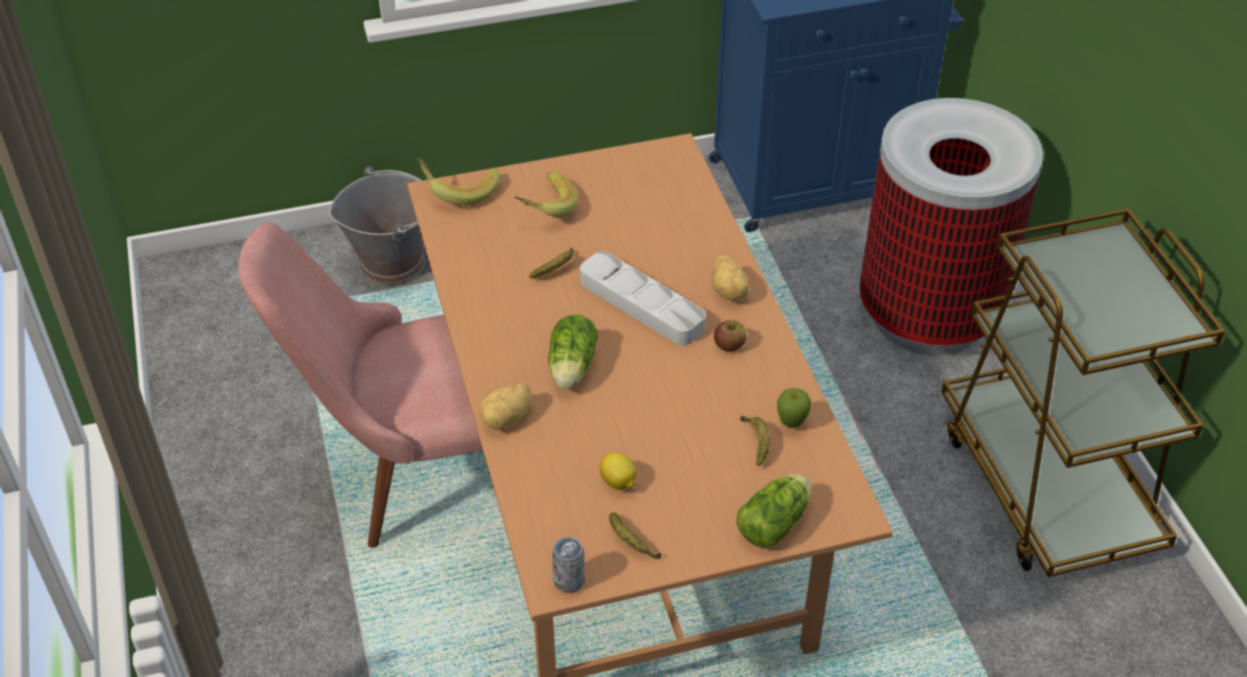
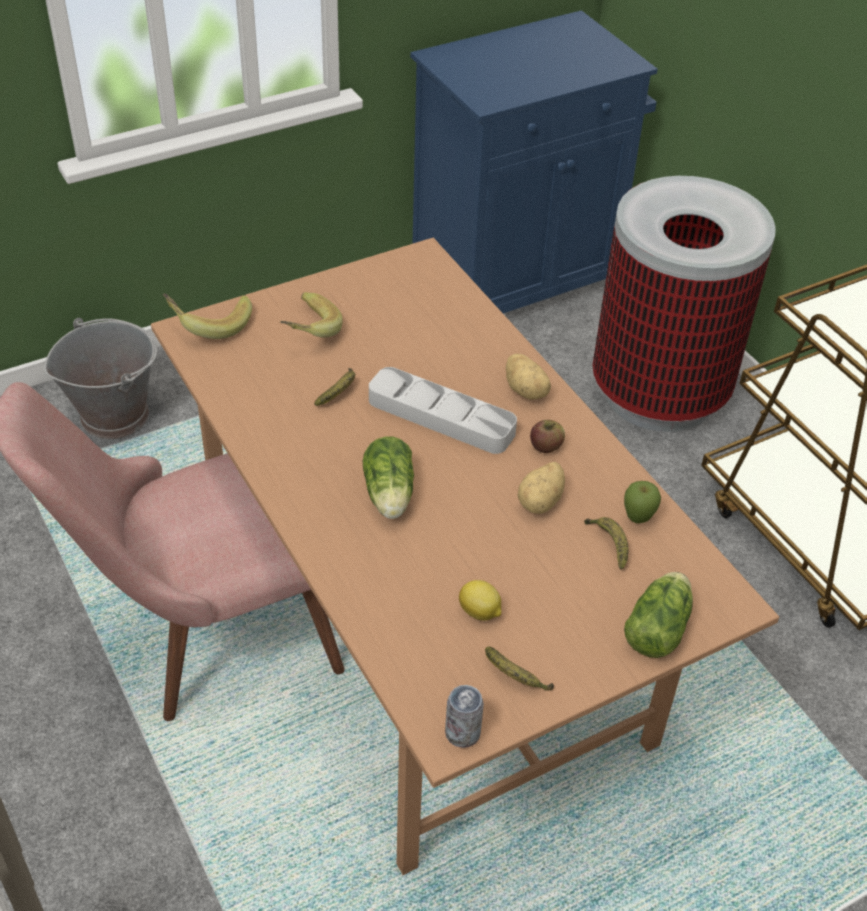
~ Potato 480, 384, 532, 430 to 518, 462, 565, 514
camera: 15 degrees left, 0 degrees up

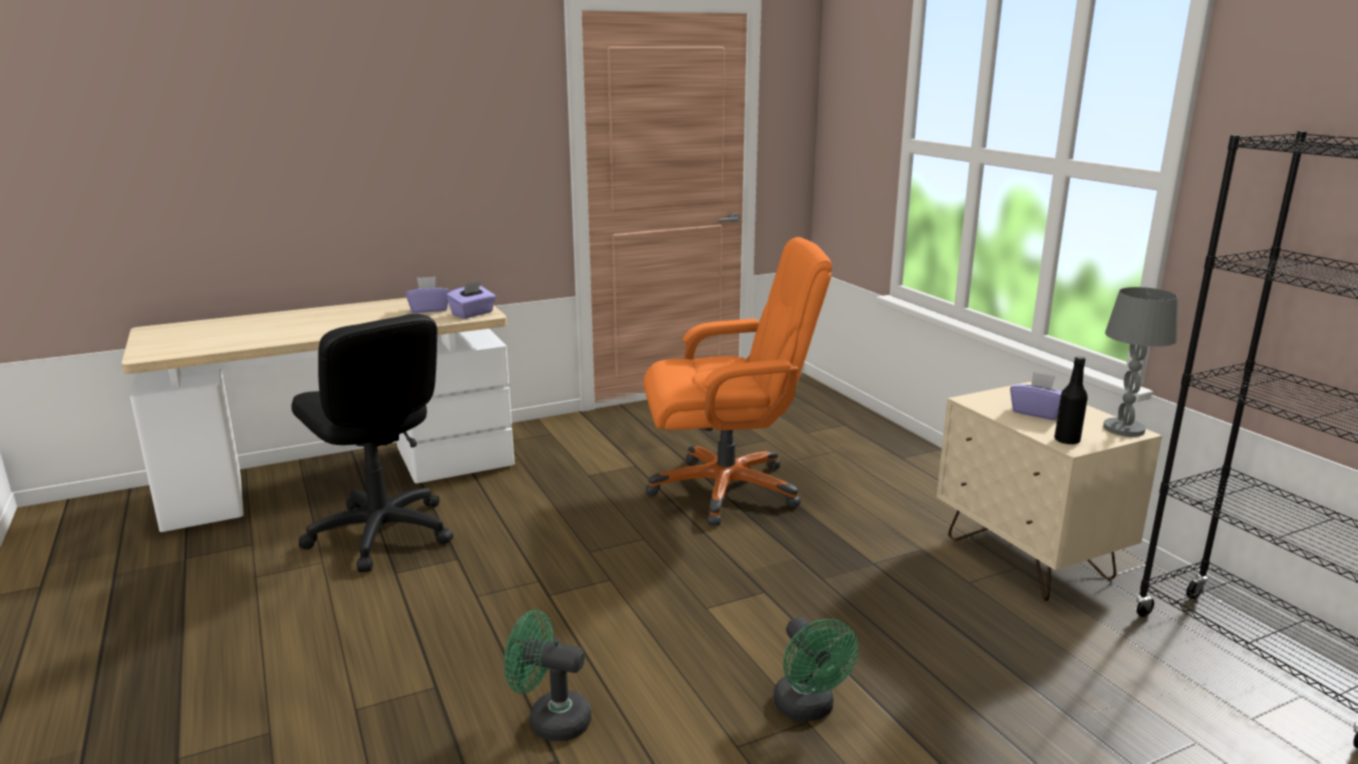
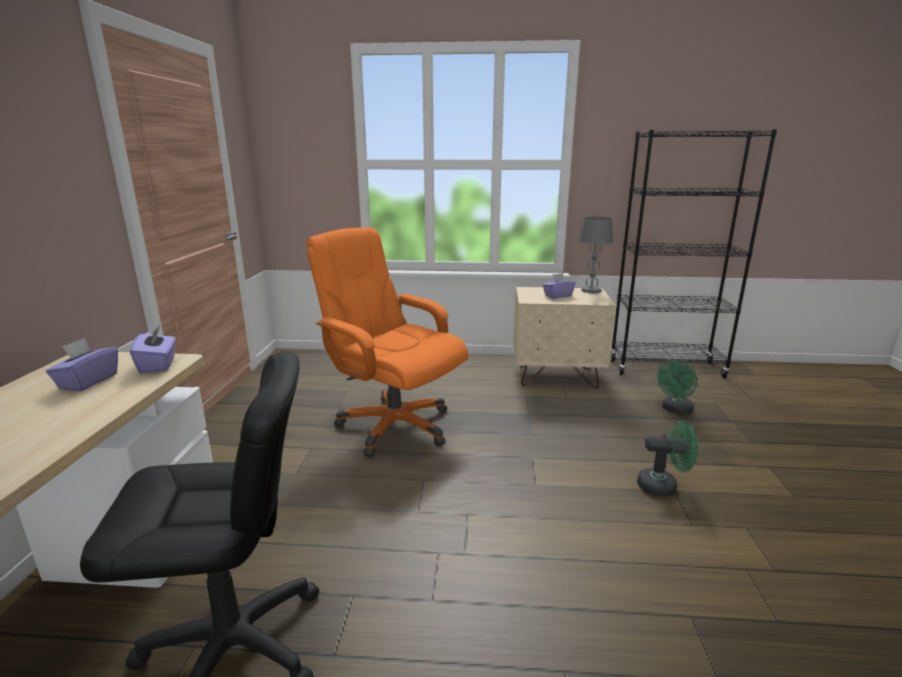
~ OrangeOfficeChair 644, 237, 832, 526 = 306, 227, 468, 457 75 degrees counterclockwise
~ GreenFan 504, 610, 591, 741 to 657, 360, 698, 415
- BlackBottle 1054, 356, 1088, 445
camera: 60 degrees left, 0 degrees up

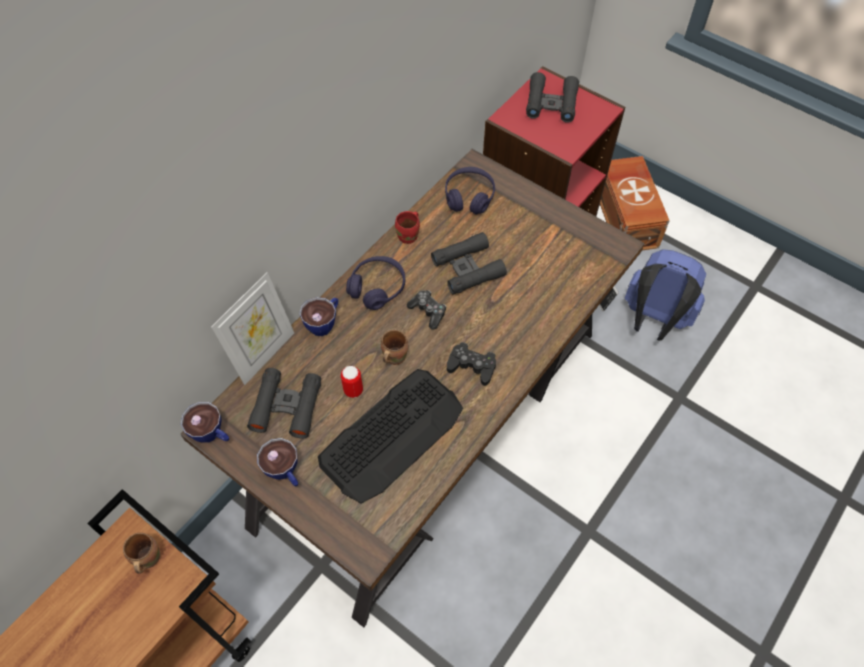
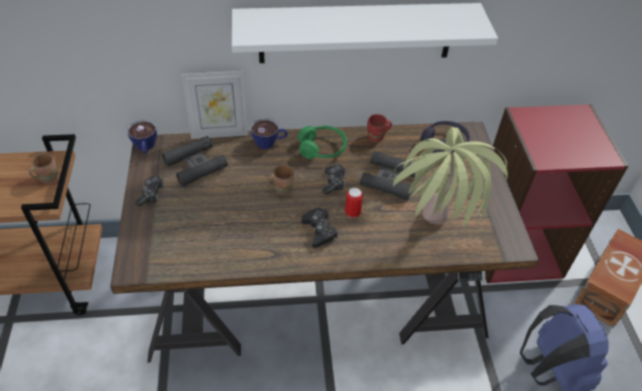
~ Cup 257, 438, 298, 487 to GameController 135, 176, 164, 206
+ WhiteShelf 232, 3, 498, 63
~ PurpleHeadphones 346, 256, 405, 310 to GreenHeadphones 298, 125, 347, 159
~ Can 341, 366, 363, 398 to 345, 188, 363, 218
+ PottedPlant 393, 127, 508, 228
- Keyboard 318, 369, 463, 504
- BlackBinoculars 526, 72, 579, 123
camera: 45 degrees right, 10 degrees down

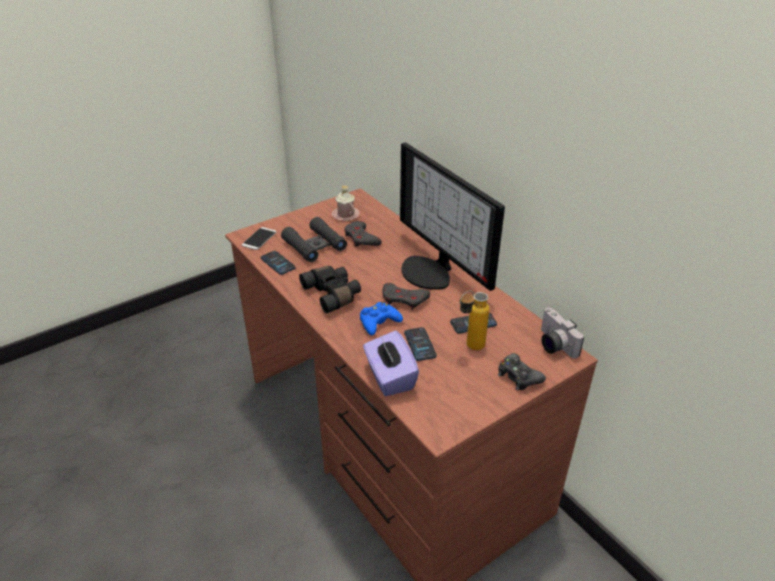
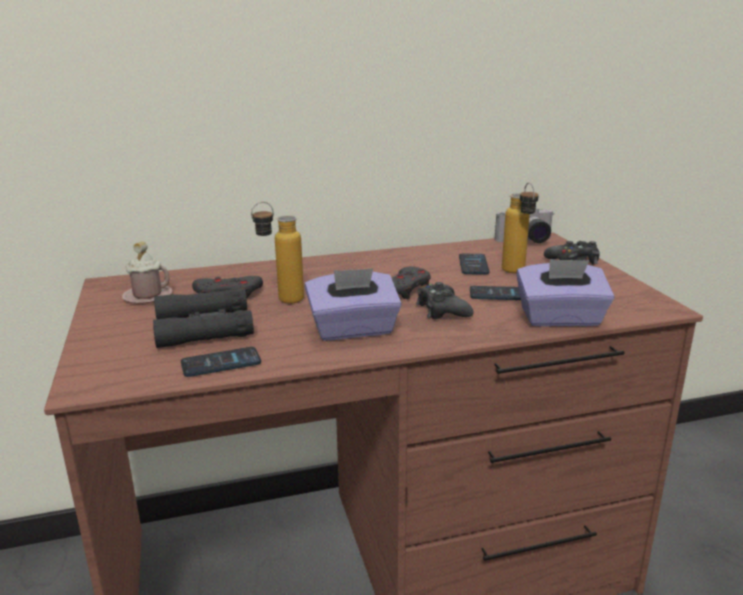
+ Bottle 251, 202, 304, 304
~ BlackBinoculars 299, 266, 361, 313 to PurpleTissueBox 305, 268, 402, 341
~ BlueGameController 360, 301, 403, 335 to BlackGameController 416, 282, 474, 319
- Phone 242, 227, 276, 250
- Monitor 400, 142, 505, 291
camera: 70 degrees left, 15 degrees down

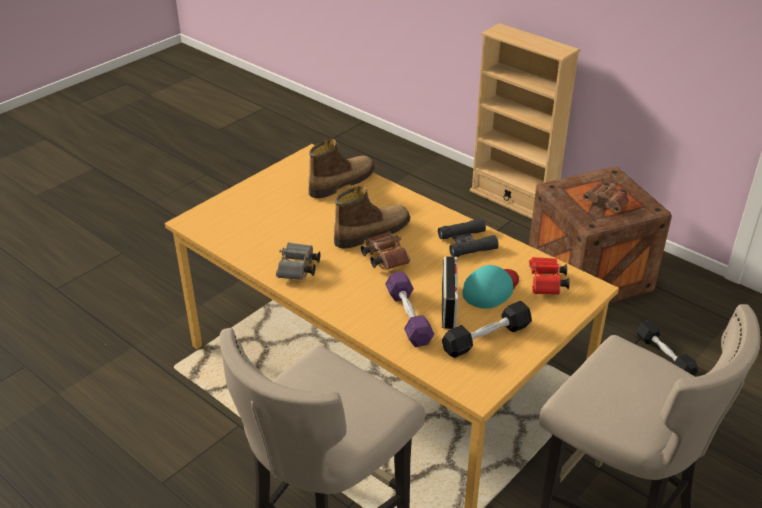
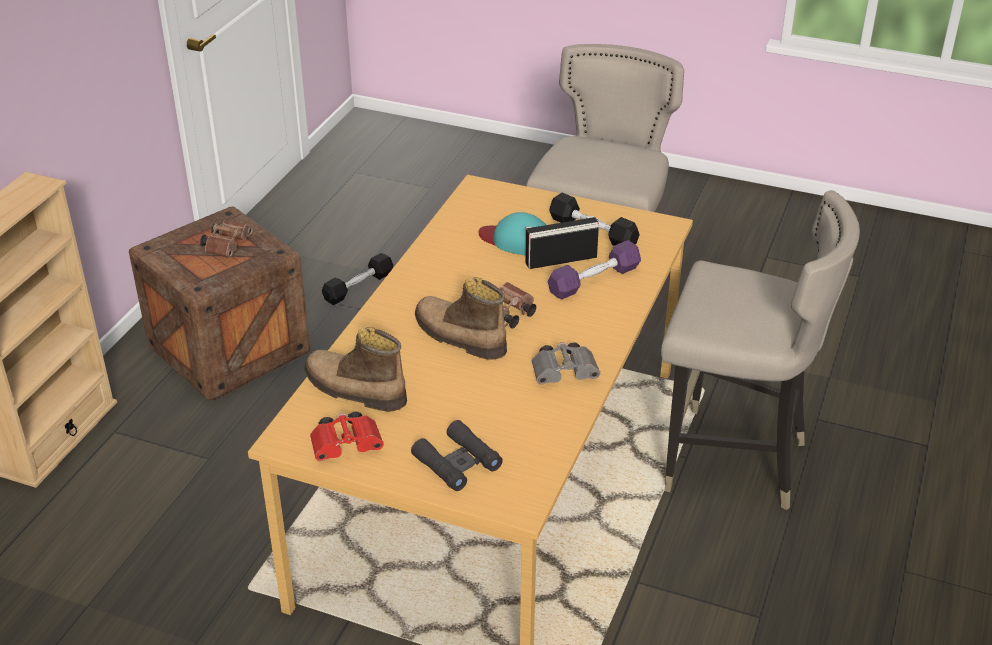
~ RedBinoculars 529, 257, 570, 294 to 310, 412, 384, 461
~ BlackBinoculars 438, 218, 499, 257 to 411, 420, 503, 491
camera: 110 degrees left, 0 degrees up

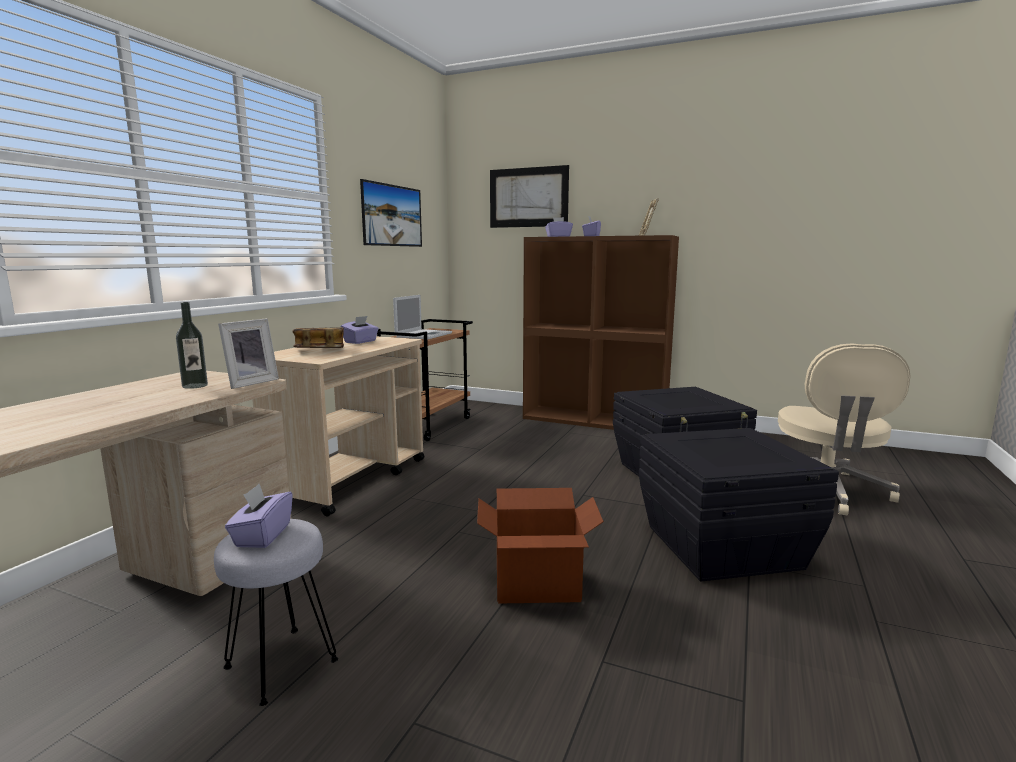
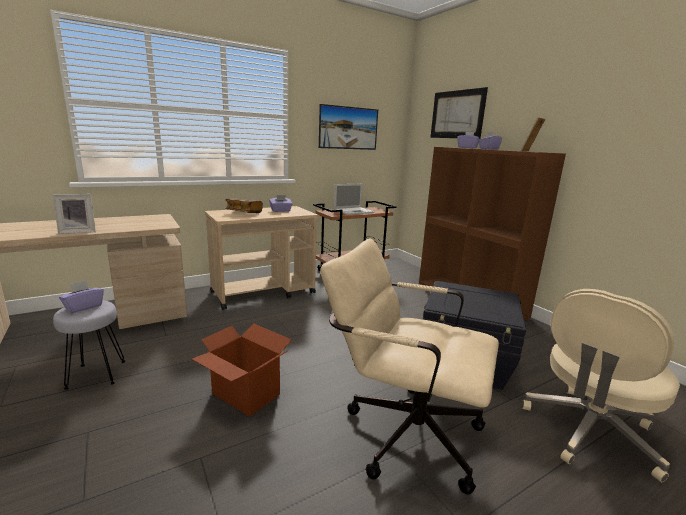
~ PictureFrame 218, 318, 279, 389 to 53, 194, 96, 234
~ BlackStorageBox 639, 428, 839, 581 to BeigeOfficeChair 320, 238, 499, 495
- Bottle 176, 302, 208, 389
camera: 35 degrees right, 5 degrees up

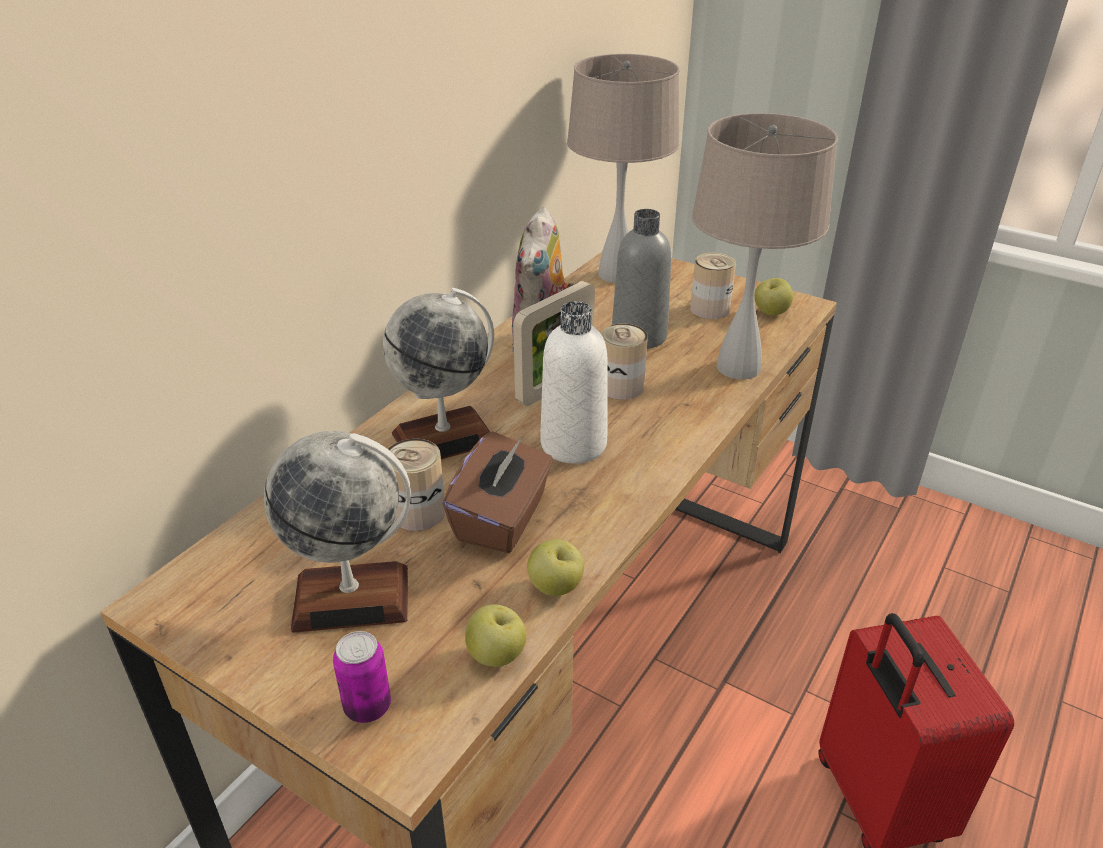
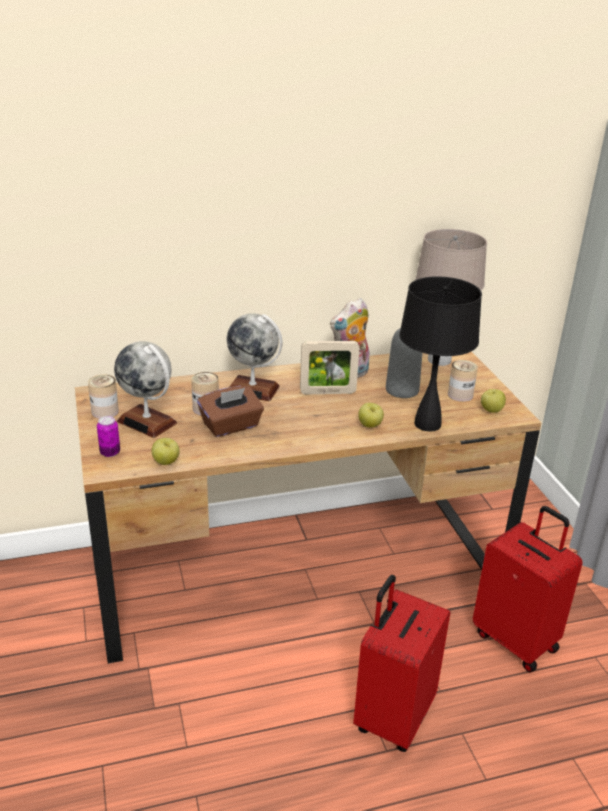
~ Can 601, 324, 648, 400 to 88, 375, 119, 419
~ Apple 527, 539, 584, 596 to 358, 403, 384, 428
~ BeigeTableLamp 692, 113, 838, 380 to BlackTableLamp 399, 276, 482, 432
+ RedSuitcase 473, 506, 583, 672
- WhiteBottle 540, 301, 607, 463
camera: 40 degrees right, 5 degrees down

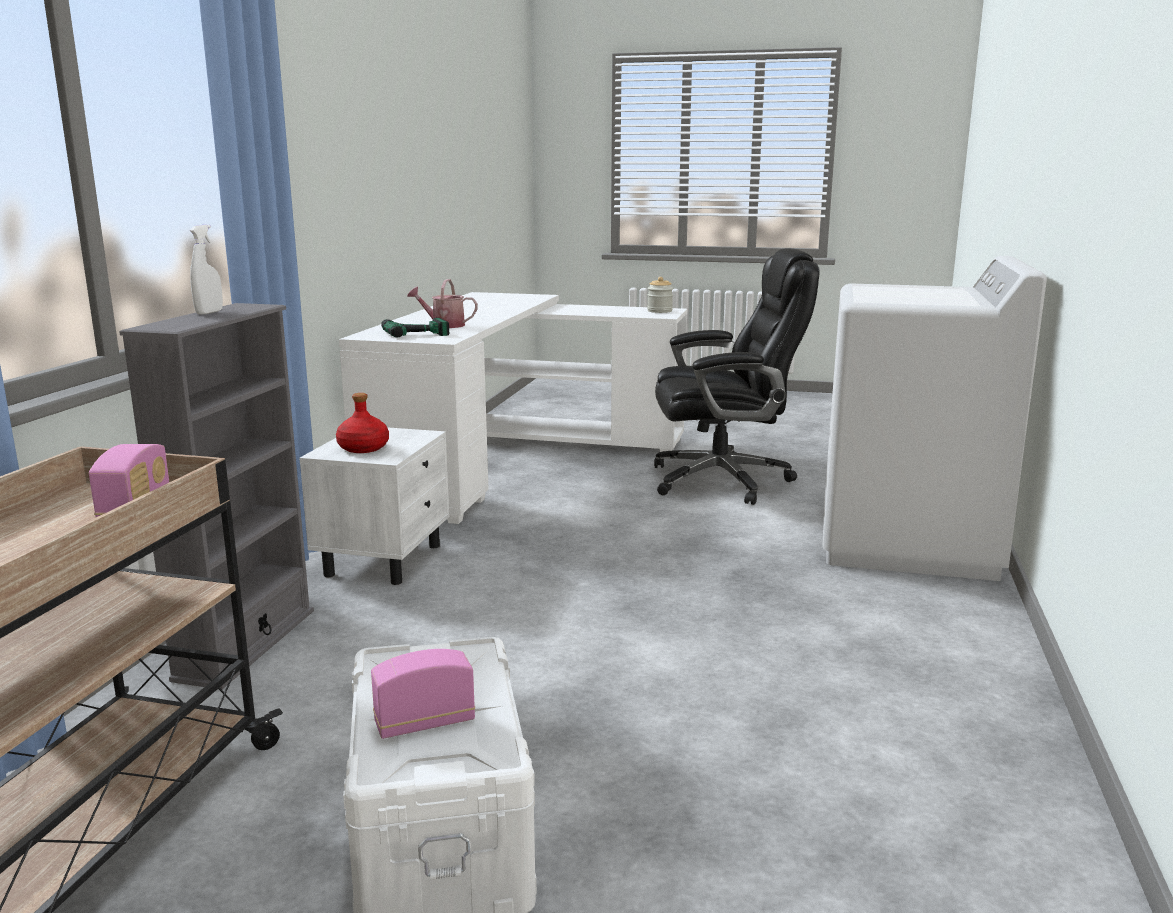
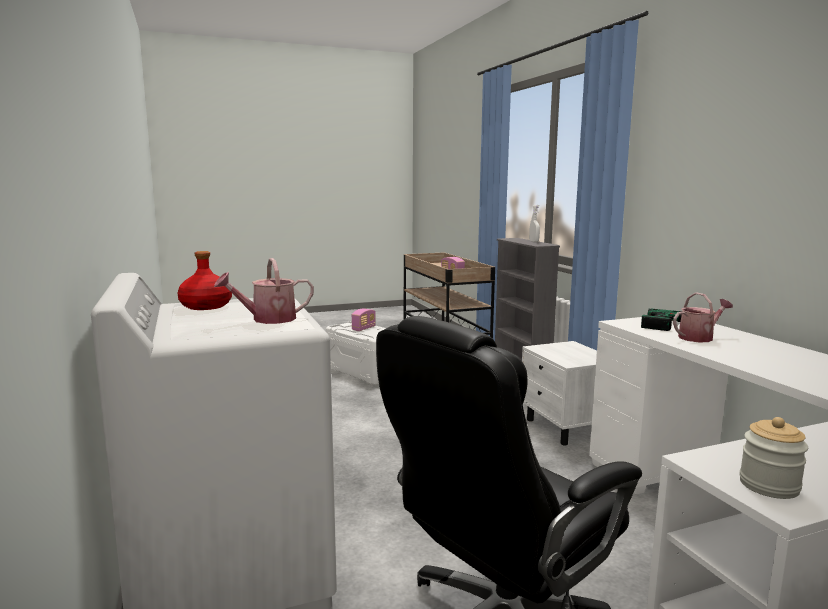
~ RedBottle 336, 393, 389, 453 to 178, 251, 232, 310
+ WateringCan 214, 258, 314, 324
camera: 145 degrees right, 5 degrees down

